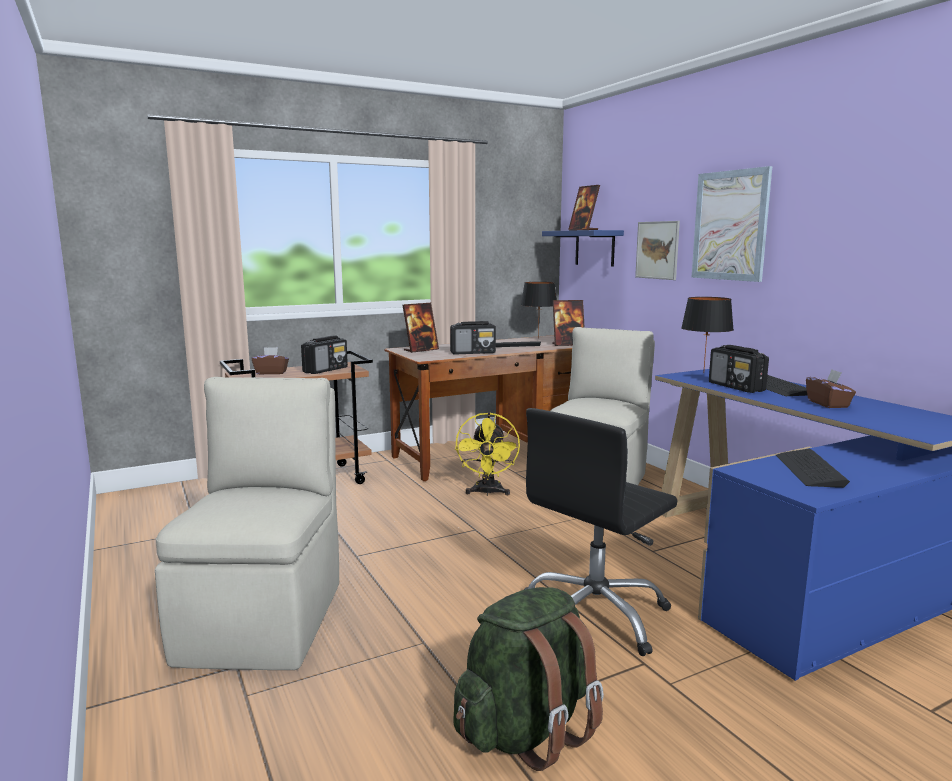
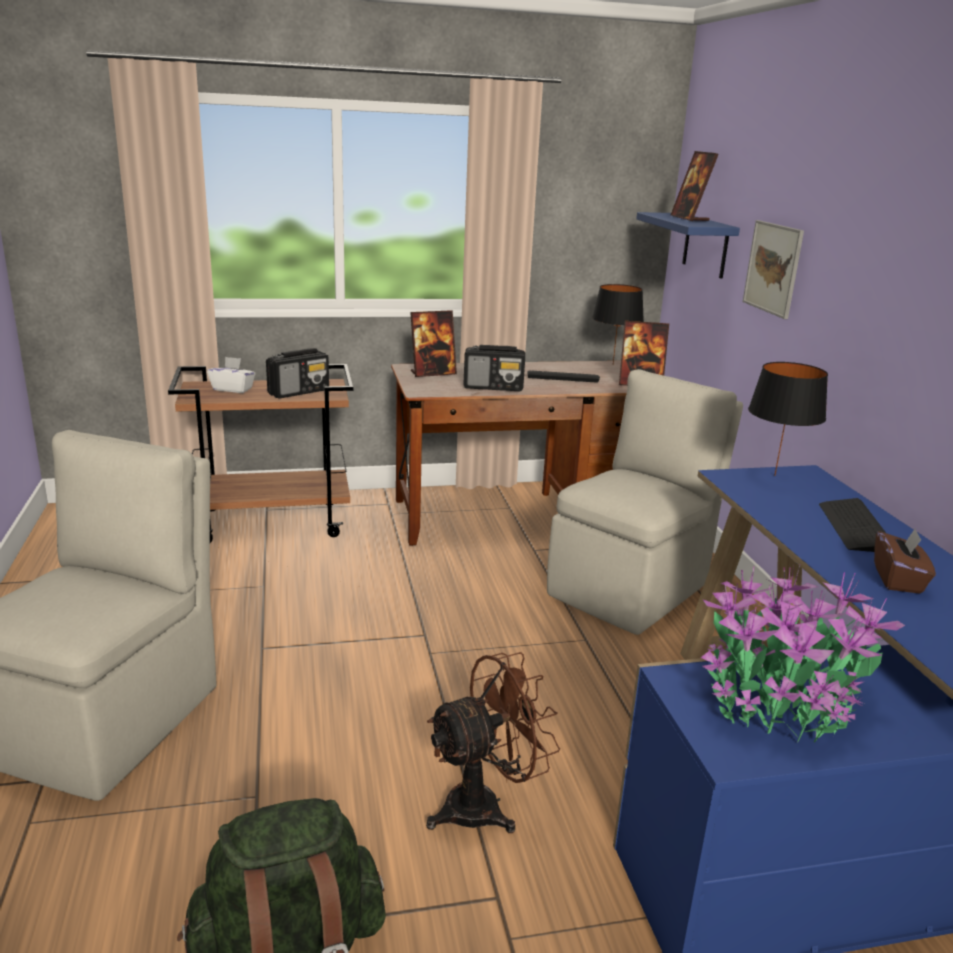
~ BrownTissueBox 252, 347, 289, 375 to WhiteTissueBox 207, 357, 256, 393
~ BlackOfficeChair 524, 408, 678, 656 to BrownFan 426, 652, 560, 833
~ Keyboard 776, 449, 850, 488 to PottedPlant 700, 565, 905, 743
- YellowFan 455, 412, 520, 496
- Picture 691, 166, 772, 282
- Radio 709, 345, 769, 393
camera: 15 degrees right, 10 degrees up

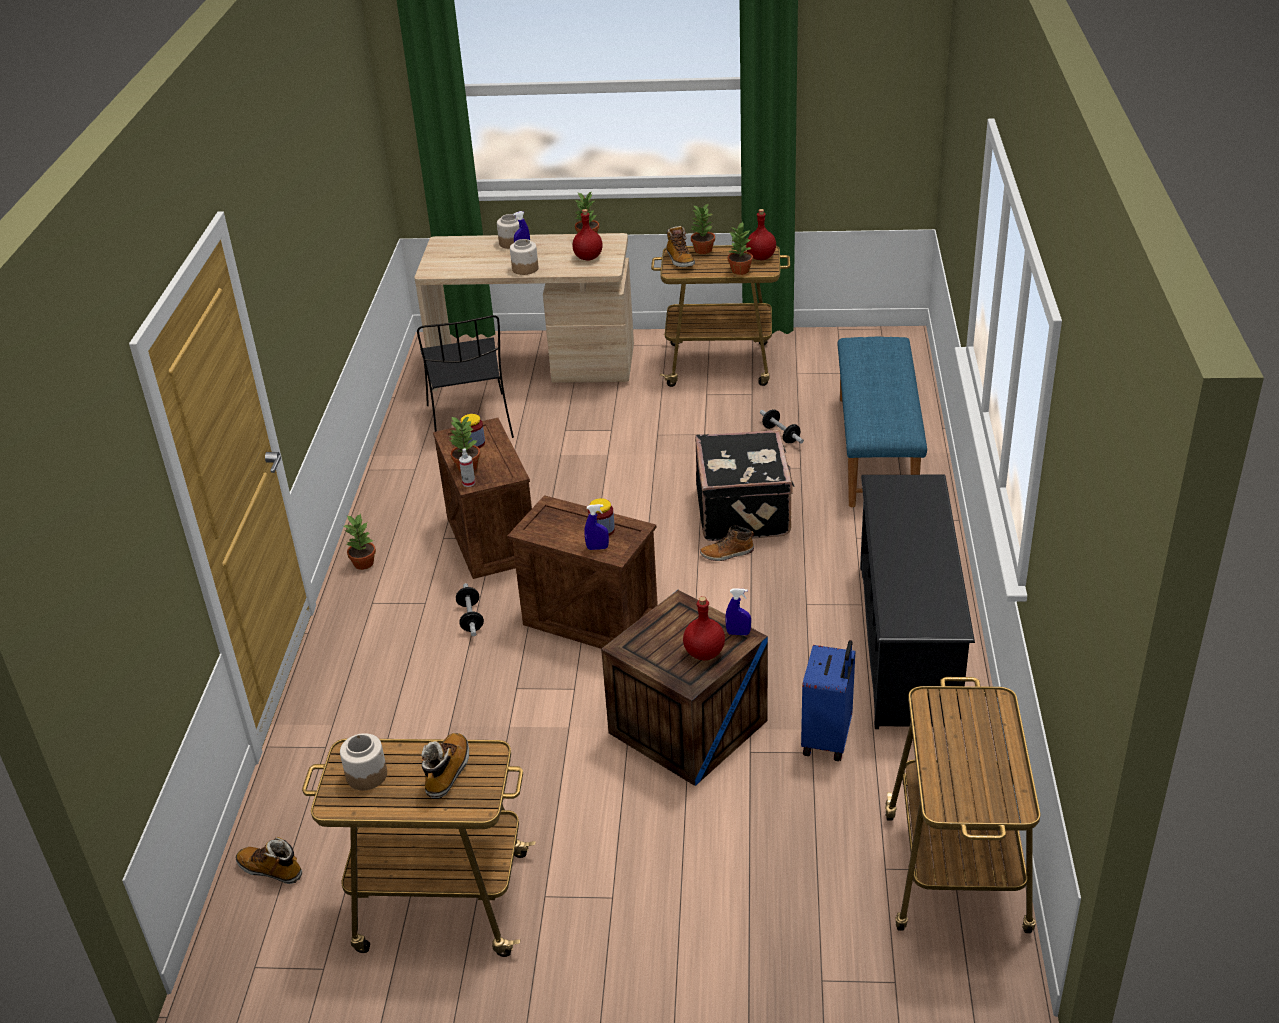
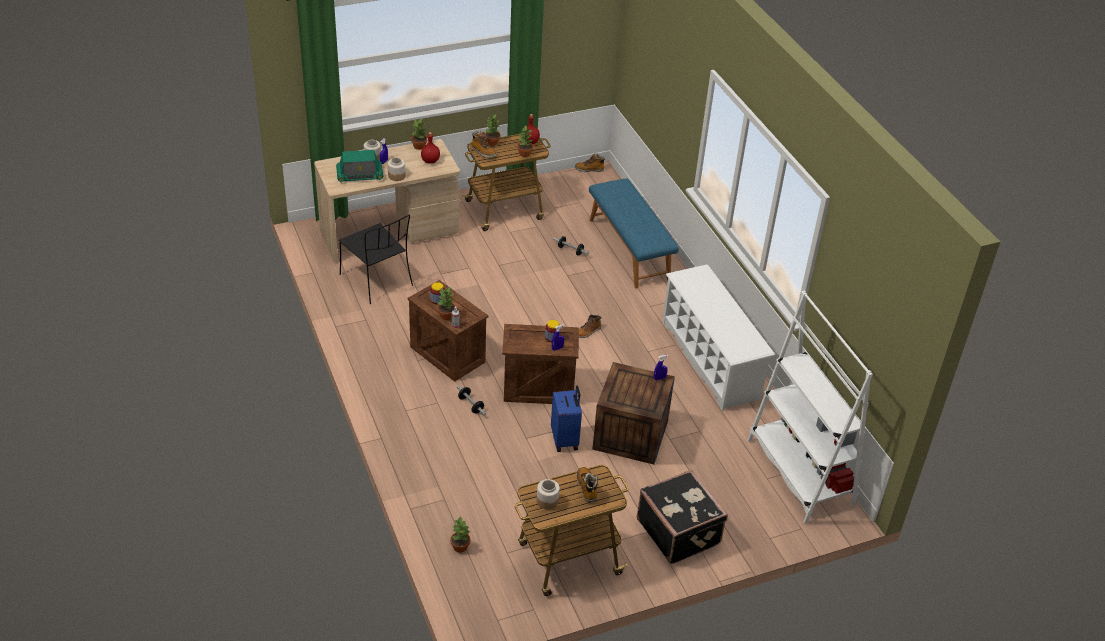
+ Radio 336, 150, 383, 182
~ PottedPlant 344, 513, 376, 570 to 450, 516, 470, 553
~ BlueSuitcase 801, 640, 855, 761 to 551, 386, 582, 452
~ Boot 236, 837, 302, 884 to 575, 153, 604, 172
~ BlackSuitcase 695, 430, 795, 541 to 637, 470, 728, 564
~ BlackShoeRack 860, 475, 975, 729 to WhiteShoeRack 662, 264, 776, 411
~ Cart 885, 677, 1040, 933 to WhiteBookcase 747, 290, 873, 524
- RedBottle 683, 596, 725, 660
camera: 30 degrees left, 5 degrees up

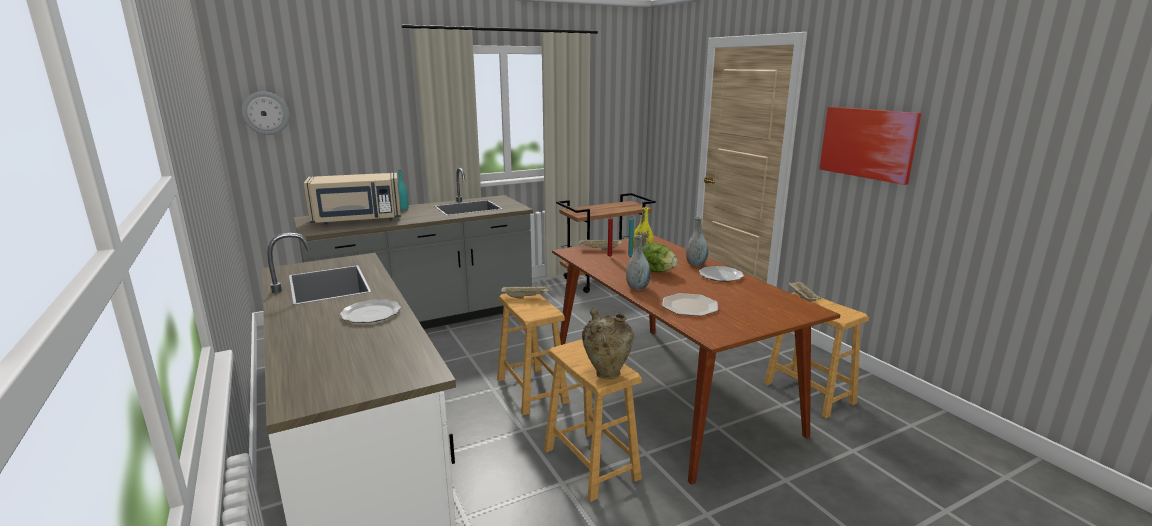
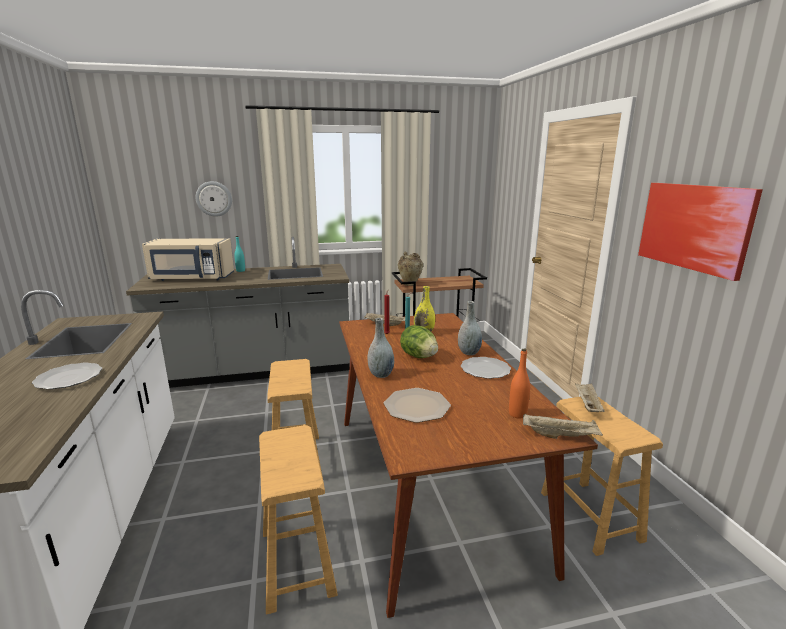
~ WallClock 241, 92, 290, 135 to 196, 181, 232, 217
~ BeigeVase 582, 308, 634, 379 to 398, 252, 423, 286
+ OrangeBottle 509, 348, 530, 419
~ BeigeTray 501, 285, 549, 299 to 523, 414, 603, 439
camera: 15 degrees right, 0 degrees up

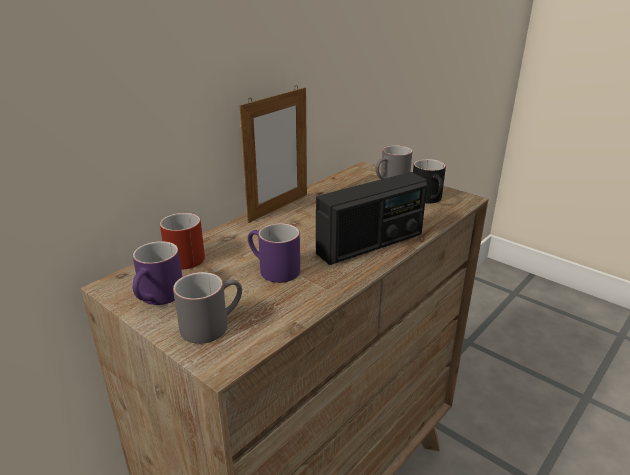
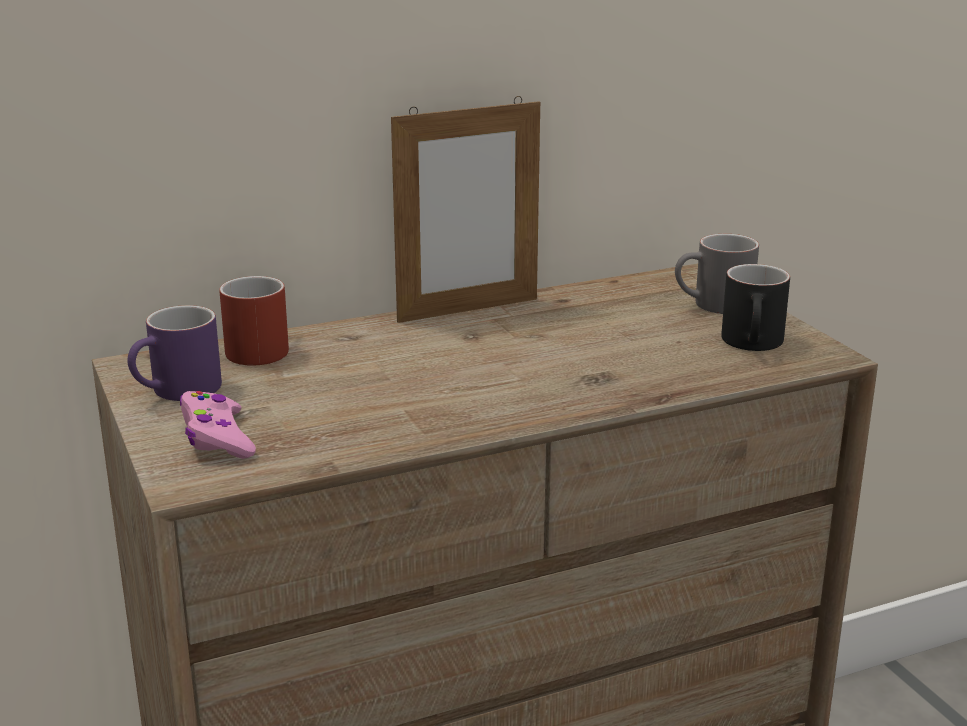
~ GreyMug 173, 272, 242, 344 to PinkGameController 180, 391, 256, 459
- PurpleMug 248, 223, 300, 283
- Radio 316, 172, 427, 265
camera: 25 degrees right, 5 degrees down

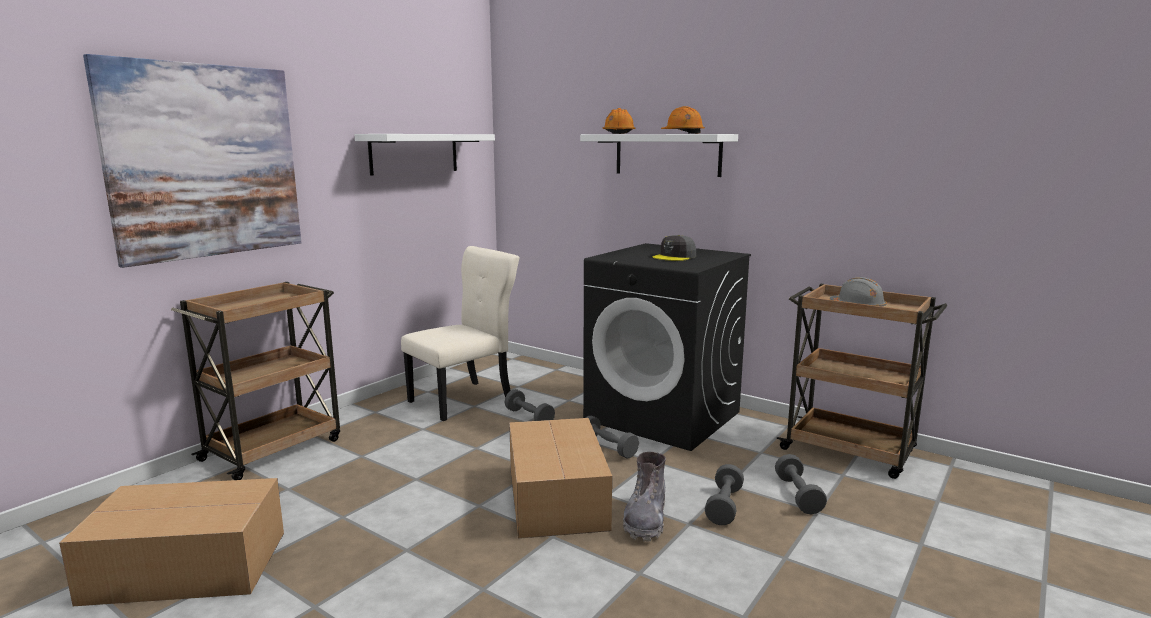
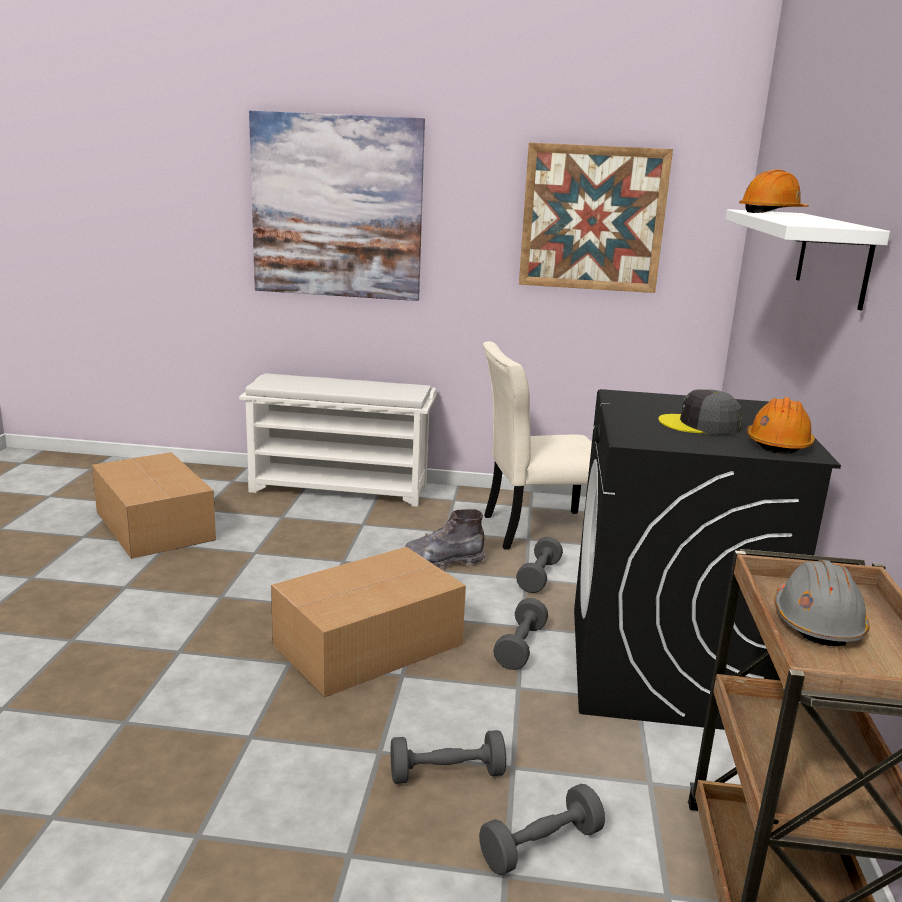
~ BrownCart 171, 282, 340, 480 to WhiteShoeRack 239, 373, 436, 507
~ GreyBoot 623, 452, 666, 541 to 405, 509, 486, 570
~ BeigeChair 401, 246, 519, 421 = 483, 341, 592, 550 150 degrees clockwise
~ WhiteShelf 354, 134, 495, 175 to Picture 519, 142, 673, 293
~ OrangeHardHat 661, 106, 705, 134 to 747, 397, 815, 454
camera: 60 degrees right, 5 degrees up

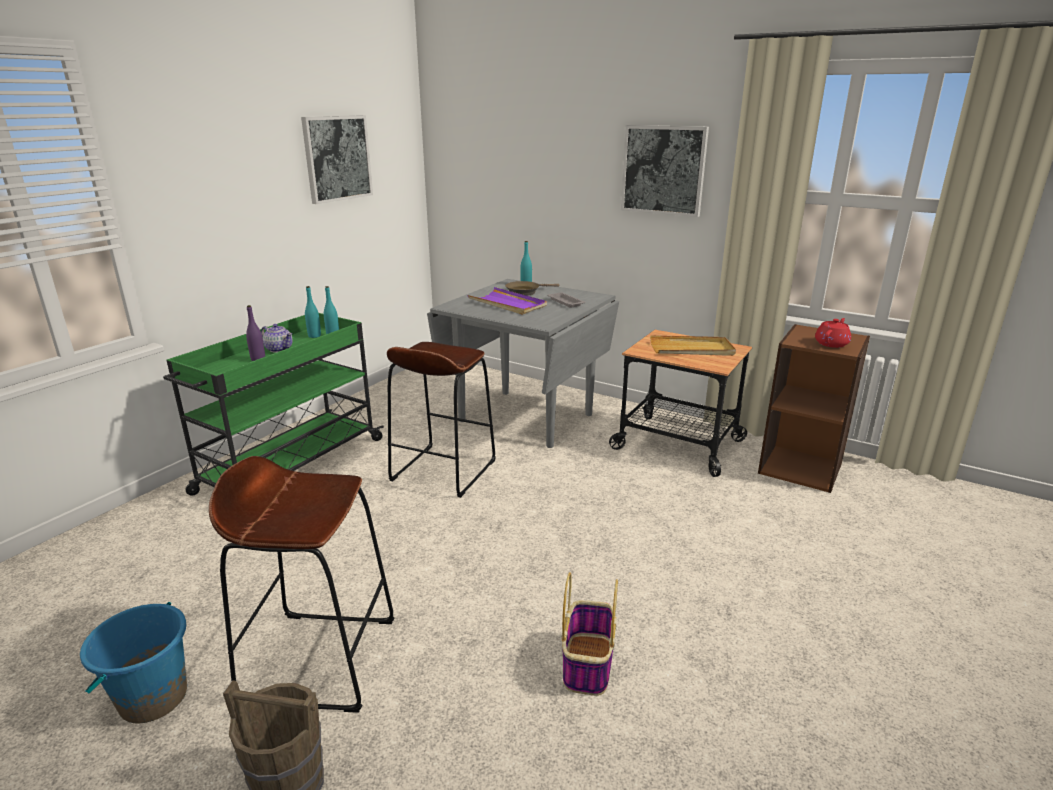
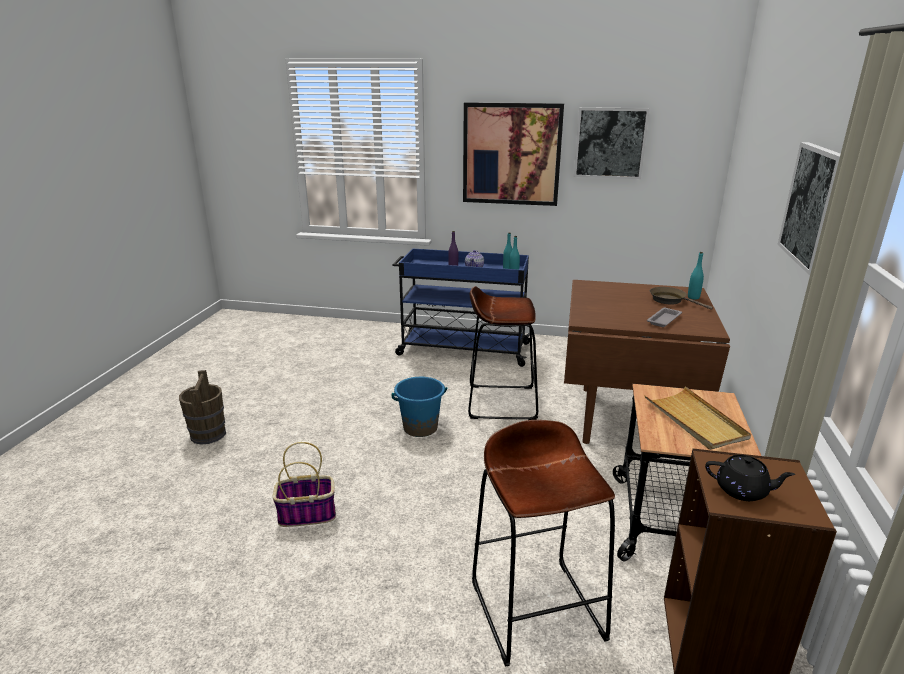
~ BlueBucket 80, 602, 187, 724 to 391, 377, 447, 437
~ GreenCart 163, 313, 384, 495 to BlueCart 393, 248, 530, 367
+ Picture 463, 102, 564, 206
~ BrownStool 209, 456, 394, 713 to 472, 420, 615, 667
~ GreyDiningTable 427, 279, 619, 448 to BrownDiningTable 564, 280, 730, 444
~ RedTeapot 815, 318, 851, 348 to BlackTeapot 705, 455, 795, 501
- PurpleTray 467, 287, 547, 315
camera: 70 degrees right, 0 degrees up

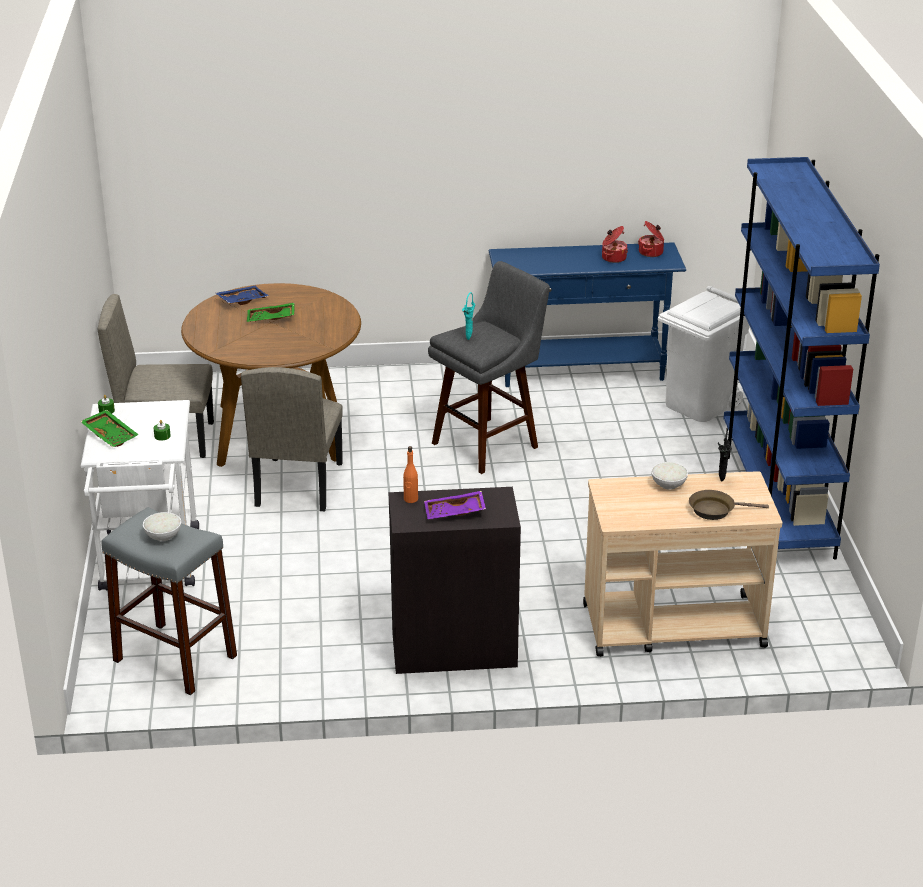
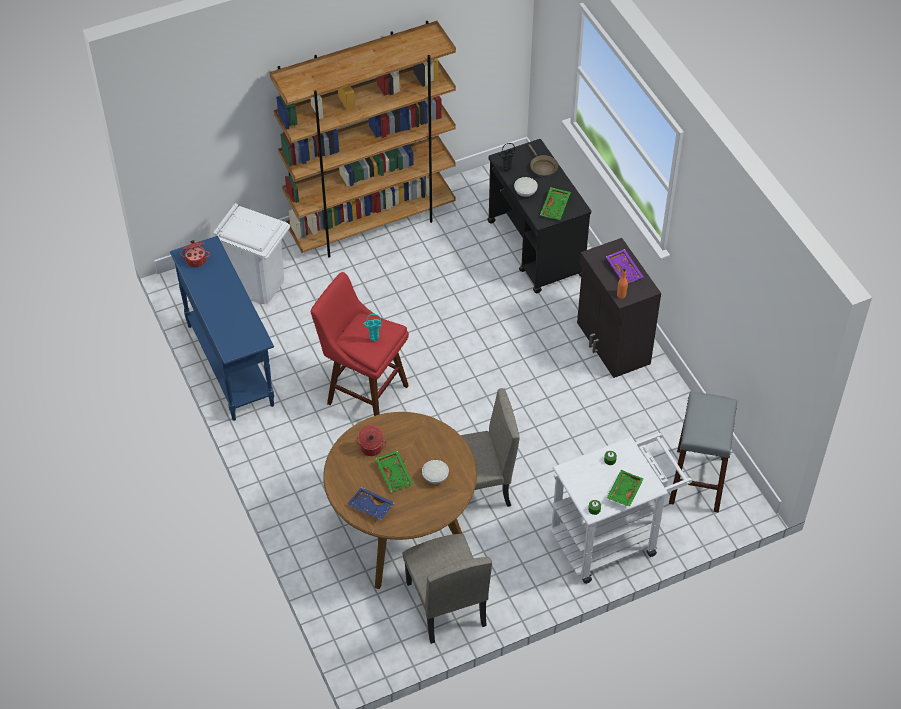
~ BlueBookcase 724, 157, 880, 560 to BrownBookcase 269, 21, 456, 258
~ GreyStool 428, 261, 550, 474 to RedStool 311, 272, 409, 416
~ CookingPot 602, 226, 628, 263 to 356, 425, 387, 456
~ WhiteBowl 143, 512, 181, 541 to 422, 460, 449, 484
~ BeigeCart 583, 471, 782, 657 to BlackCart 487, 139, 591, 293
+ GreenTray 540, 187, 571, 220
camera: 110 degrees left, 20 degrees up

